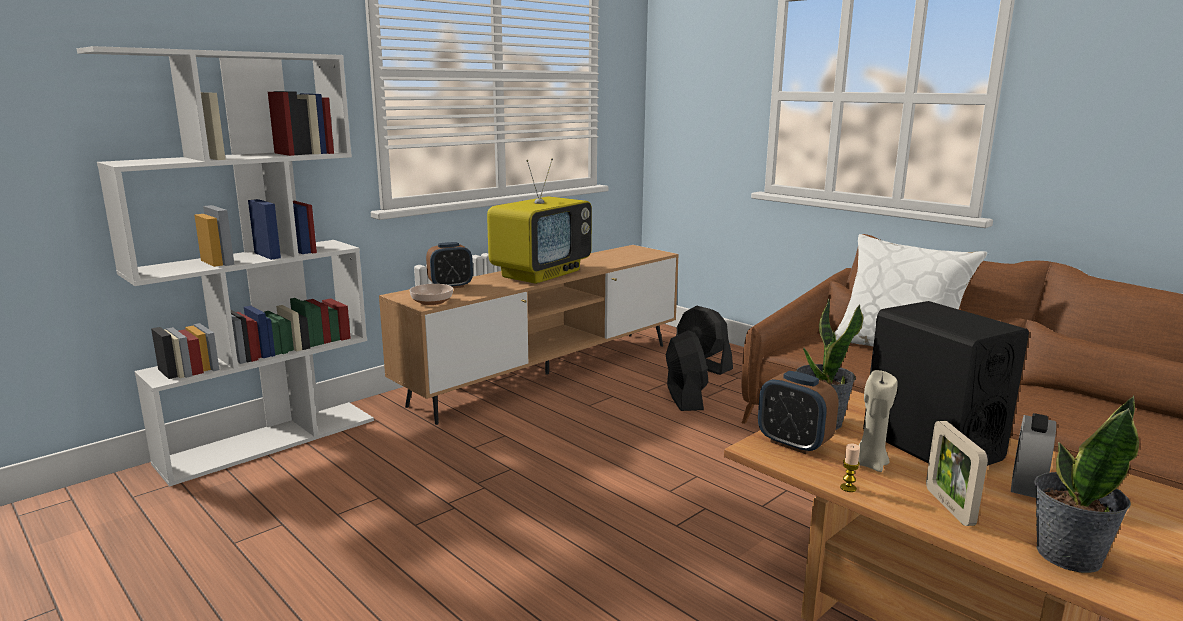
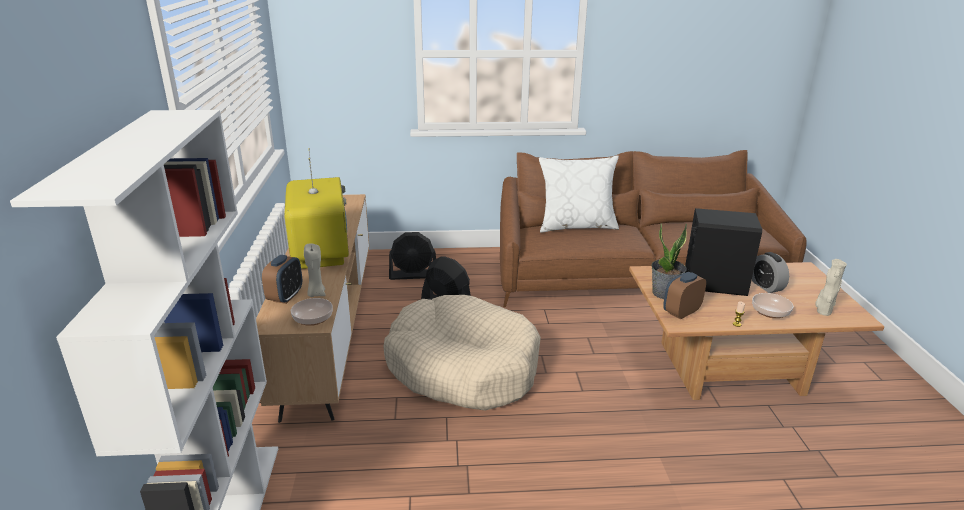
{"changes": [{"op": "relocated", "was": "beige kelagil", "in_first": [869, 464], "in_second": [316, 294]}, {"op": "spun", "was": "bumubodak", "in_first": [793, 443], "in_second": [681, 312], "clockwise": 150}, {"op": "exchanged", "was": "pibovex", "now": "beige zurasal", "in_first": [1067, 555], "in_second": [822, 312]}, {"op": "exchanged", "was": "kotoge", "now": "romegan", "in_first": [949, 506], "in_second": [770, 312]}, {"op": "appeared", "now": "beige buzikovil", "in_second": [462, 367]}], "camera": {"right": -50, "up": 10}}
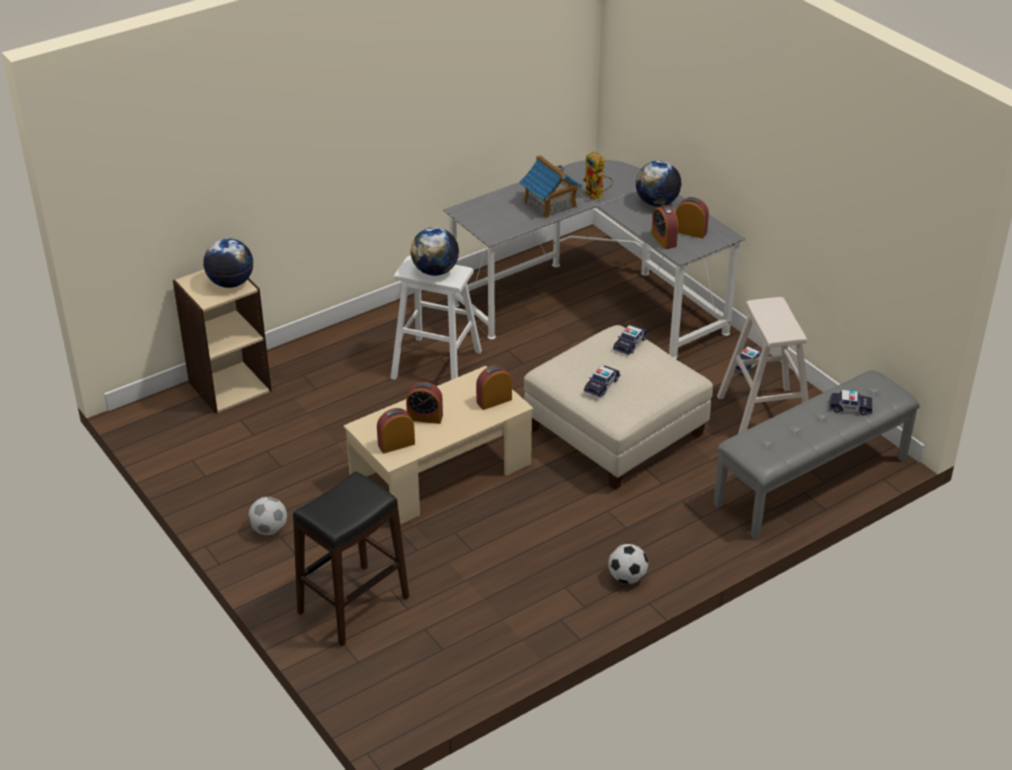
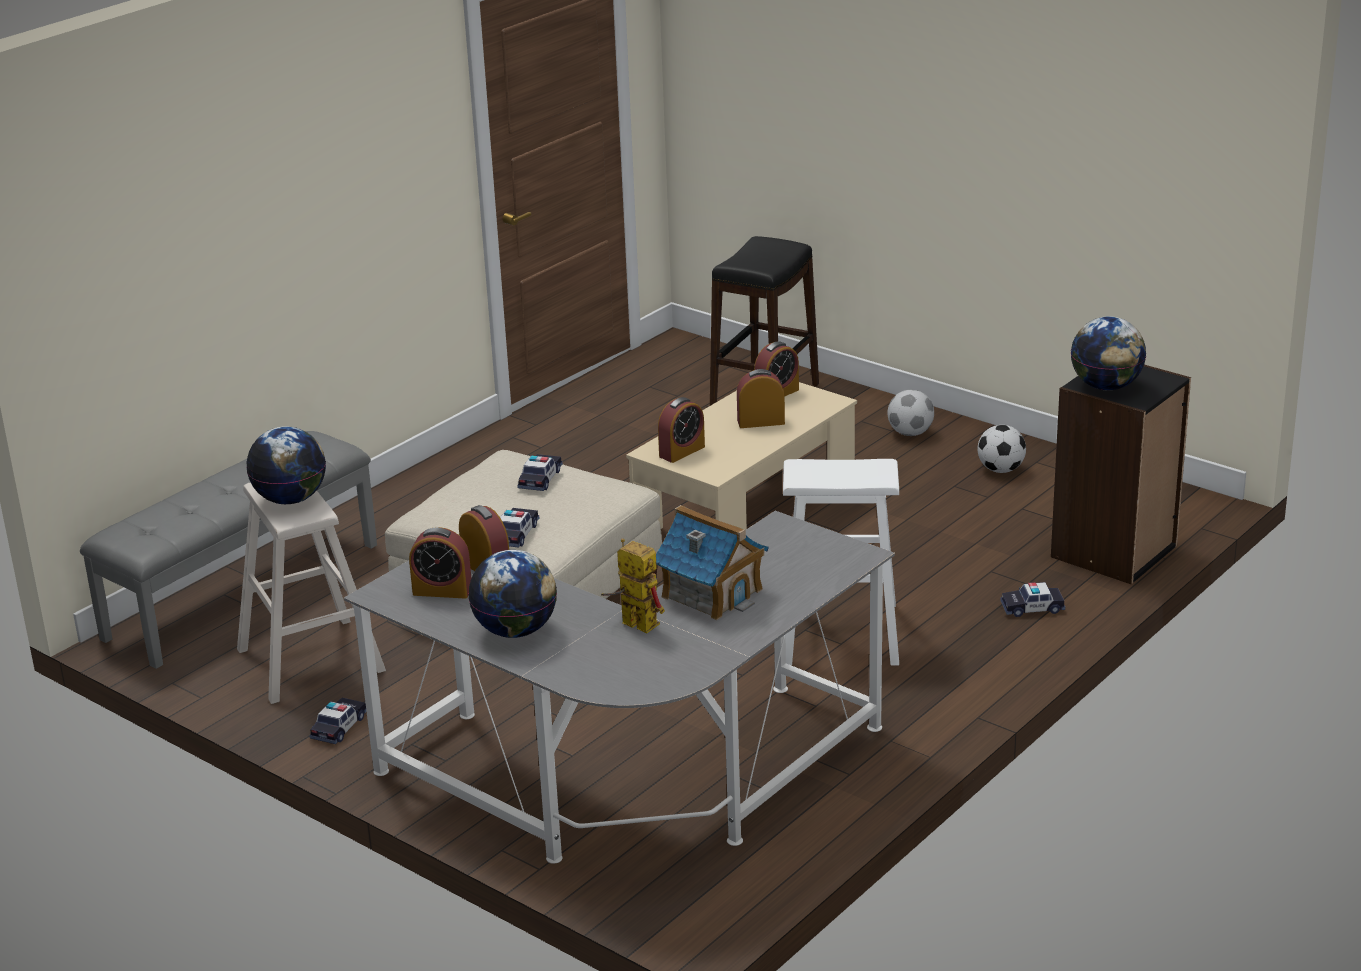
{"changes": [{"op": "relocated", "was": "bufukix", "in_first": [435, 271], "in_second": [291, 499]}, {"op": "colour", "was": "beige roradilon", "now": "black roradilon", "in_first": [229, 386], "in_second": [1115, 552]}, {"op": "relocated", "was": "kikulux", "in_first": [850, 407], "in_second": [1032, 608]}, {"op": "relocated", "was": "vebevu", "in_first": [627, 577], "in_second": [1001, 470]}], "camera": {"right": 165, "up": -10}}
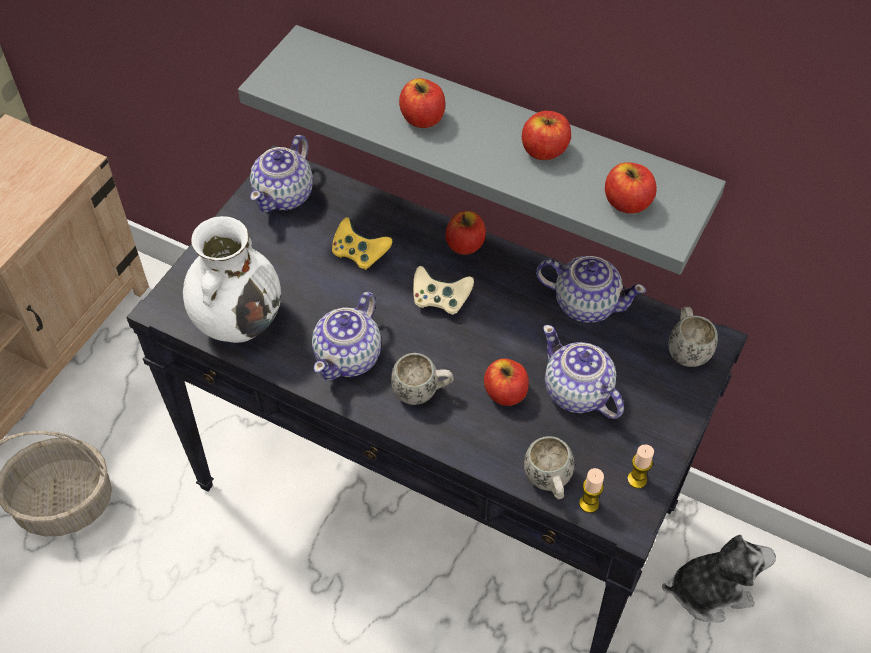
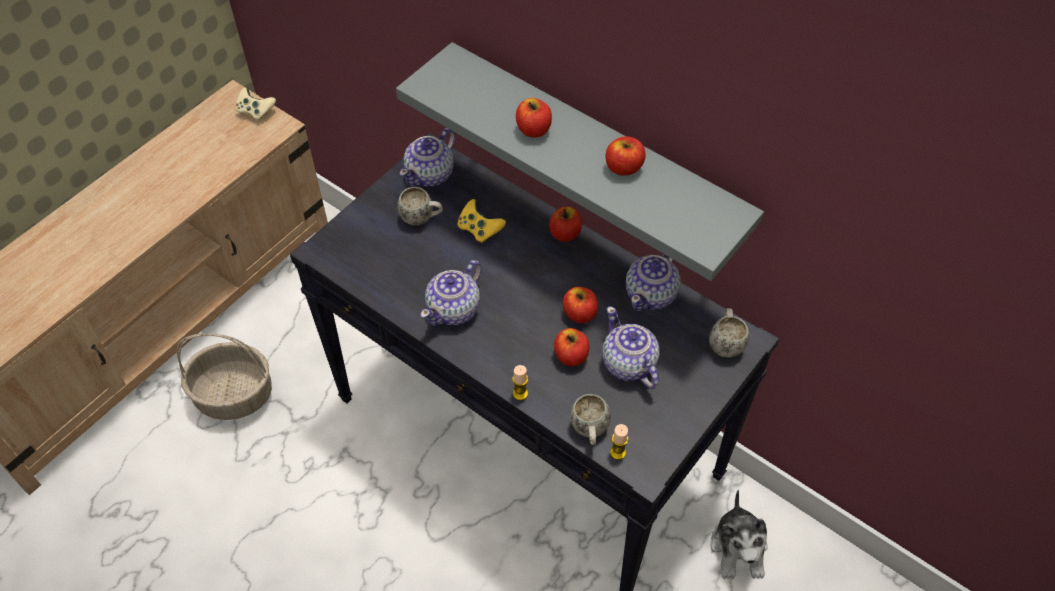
{"changes": [{"op": "relocated", "was": "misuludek", "in_first": [627, 202], "in_second": [580, 314]}, {"op": "missing", "was": "white zurasal", "in_first": [239, 320]}, {"op": "spun", "was": "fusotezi", "in_first": [585, 303], "in_second": [651, 294], "clockwise": 90}, {"op": "relocated", "was": "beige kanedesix", "in_first": [440, 300], "in_second": [255, 111]}, {"op": "relocated", "was": "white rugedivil", "in_first": [422, 392], "in_second": [422, 218]}, {"op": "relocated", "was": "kelagil", "in_first": [637, 479], "in_second": [520, 393]}, {"op": "spun", "was": "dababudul", "in_first": [709, 590], "in_second": [739, 548], "clockwise": 90}], "camera": {"right": 10, "up": 0}}
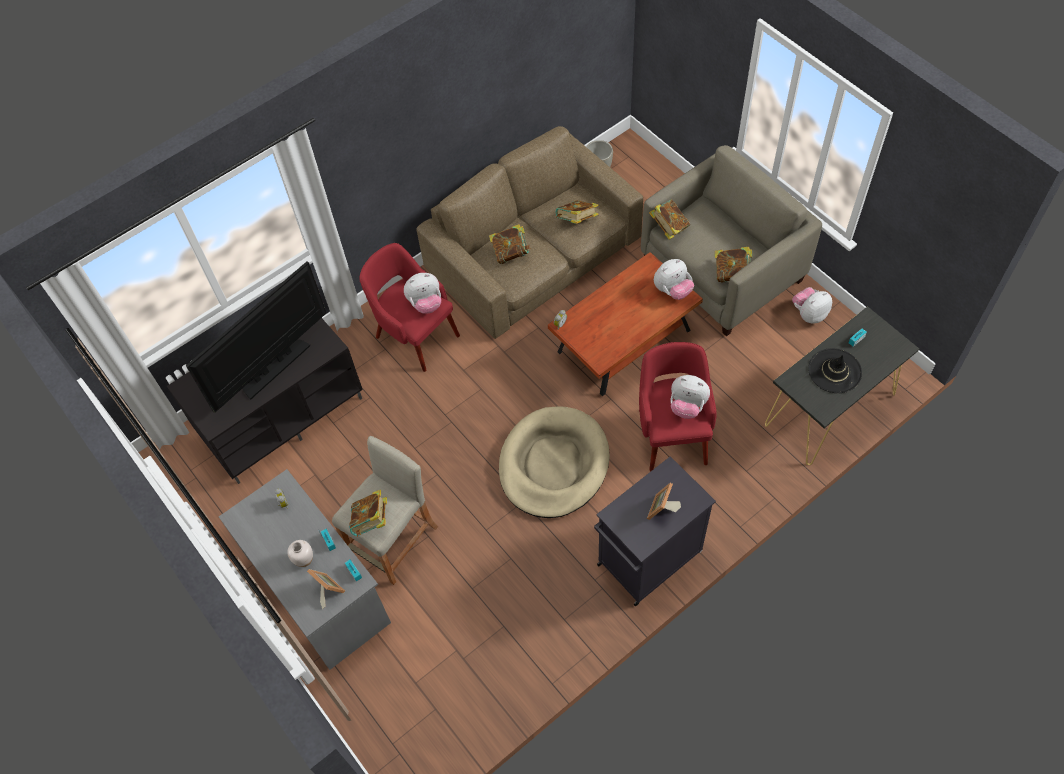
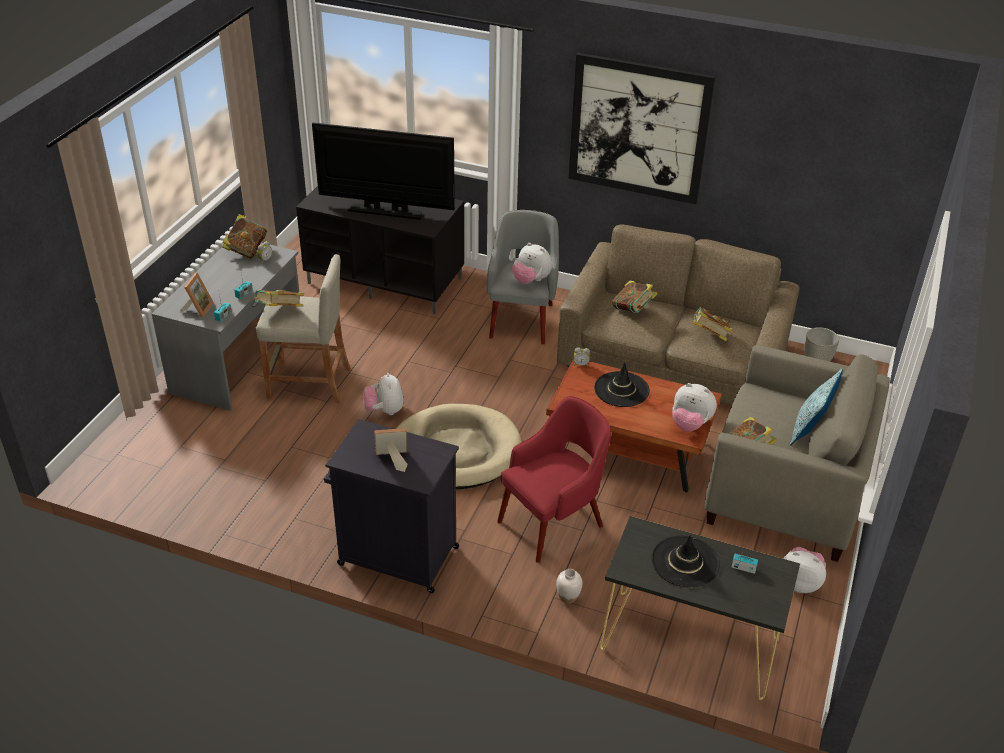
{"changes": [{"op": "relocated", "was": "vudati", "in_first": [668, 228], "in_second": [246, 250]}, {"op": "colour", "was": "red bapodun", "now": "grey bapodun", "in_first": [415, 335], "in_second": [522, 319]}, {"op": "relocated", "was": "dababudul", "in_first": [687, 406], "in_second": [384, 410]}, {"op": "relocated", "was": "white zurasal", "in_first": [304, 560], "in_second": [568, 597]}, {"op": "appeared", "now": "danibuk", "in_second": [638, 128]}, {"op": "appeared", "now": "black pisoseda", "in_second": [621, 389]}, {"op": "appeared", "now": "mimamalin", "in_second": [809, 429]}], "camera": {"right": 55, "up": -20}}
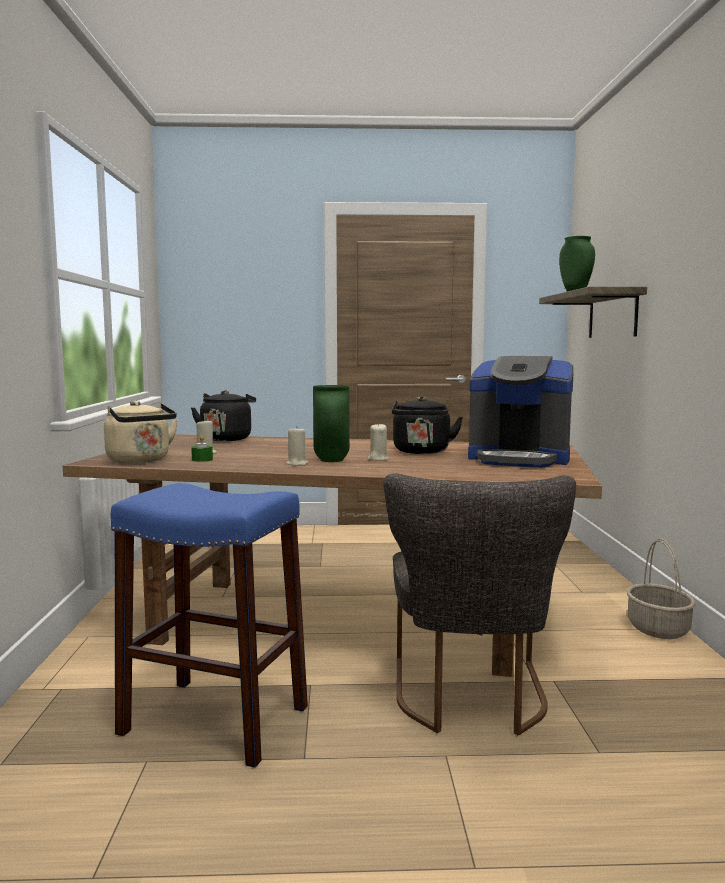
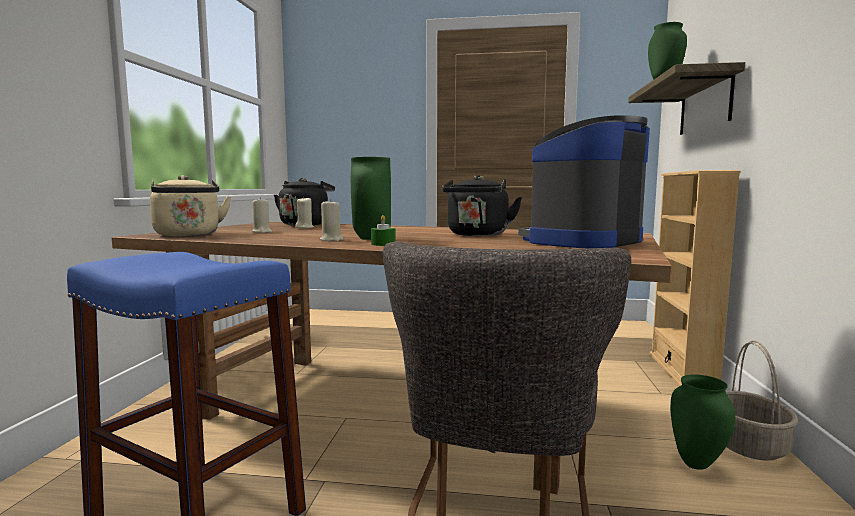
{"changes": [{"op": "spun", "was": "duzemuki", "in_first": [519, 459], "in_second": [580, 241], "clockwise": 105}, {"op": "relocated", "was": "beige kelagil", "in_first": [378, 459], "in_second": [304, 227]}, {"op": "relocated", "was": "green kelagil", "in_first": [202, 460], "in_second": [383, 244]}, {"op": "appeared", "now": "beige roradilon", "in_second": [682, 371]}, {"op": "appeared", "now": "green zurasal", "in_second": [698, 464]}], "camera": {"right": 10, "up": 0}}
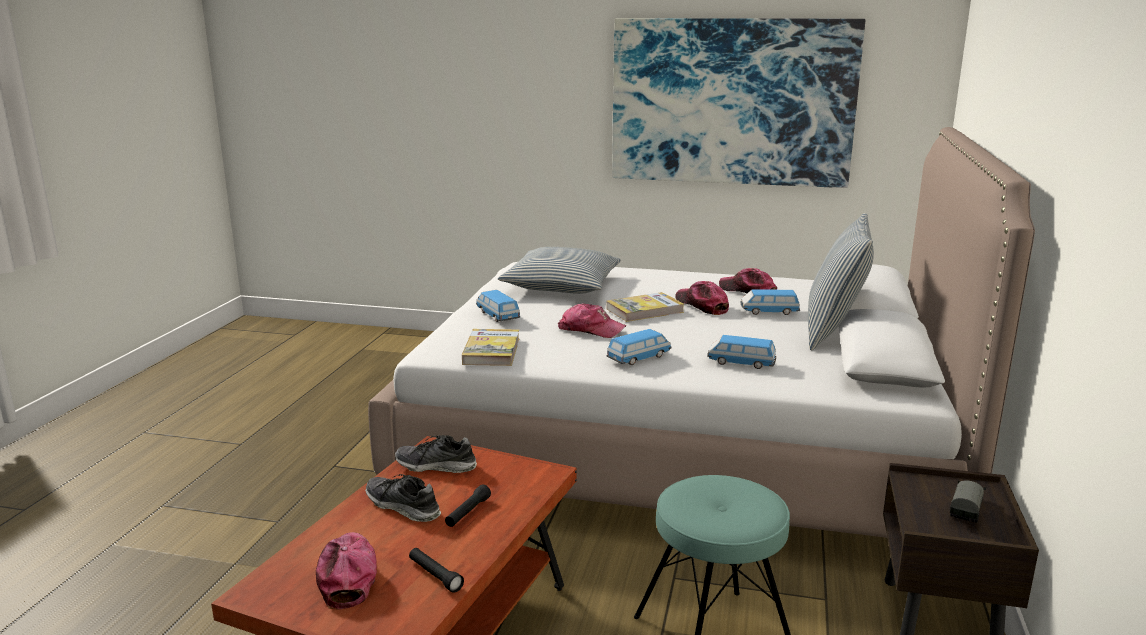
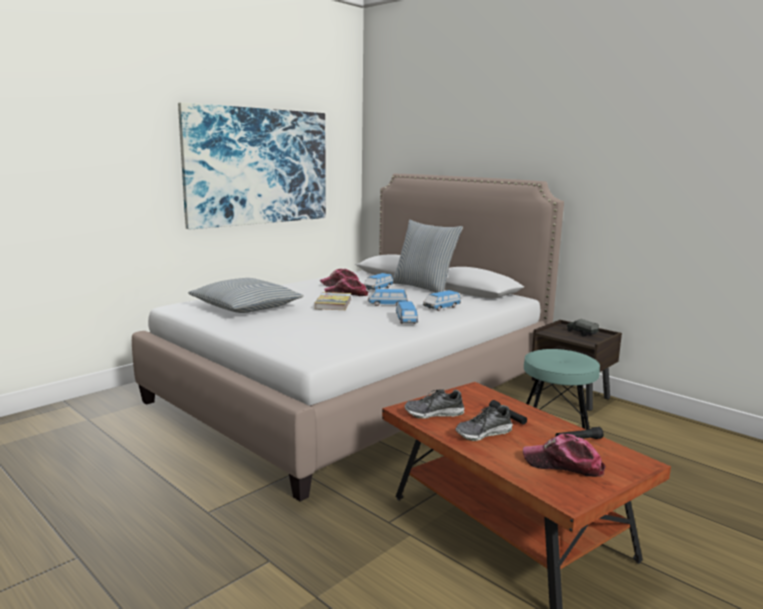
{"changes": [{"op": "relocated", "was": "kikulux", "in_first": [497, 315], "in_second": [387, 304]}, {"op": "missing", "was": "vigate", "in_first": [591, 330]}, {"op": "missing", "was": "vudati", "in_first": [491, 351]}, {"op": "spun", "was": "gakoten", "in_first": [436, 466], "in_second": [434, 414], "clockwise": 45}], "camera": {"right": -60, "up": -5}}
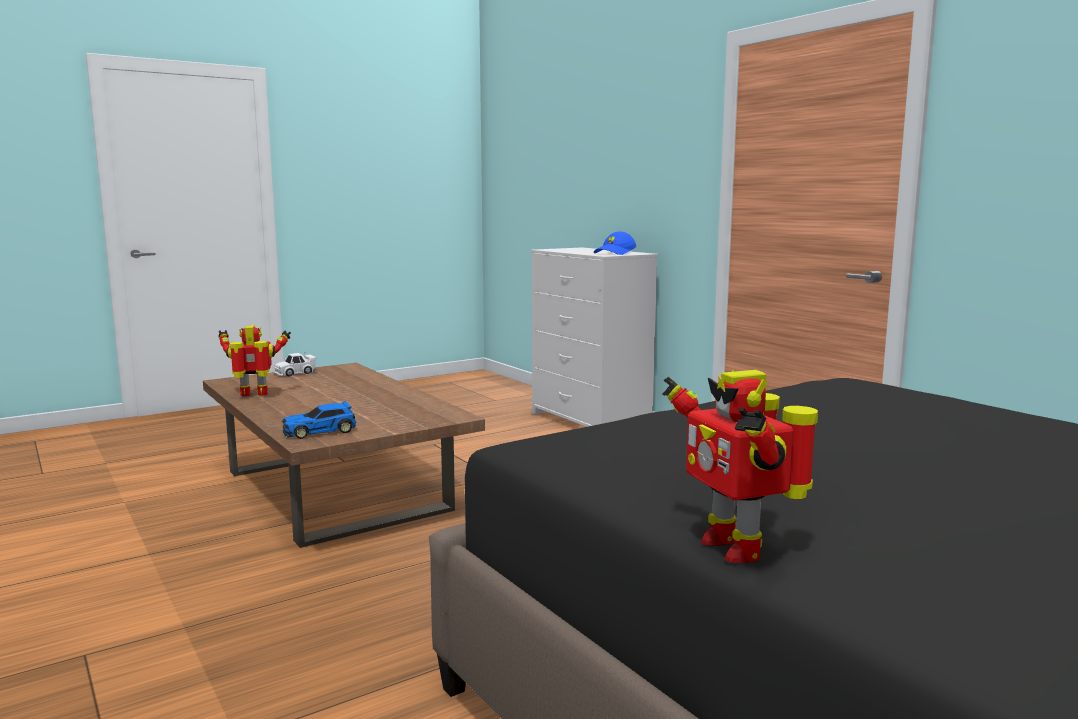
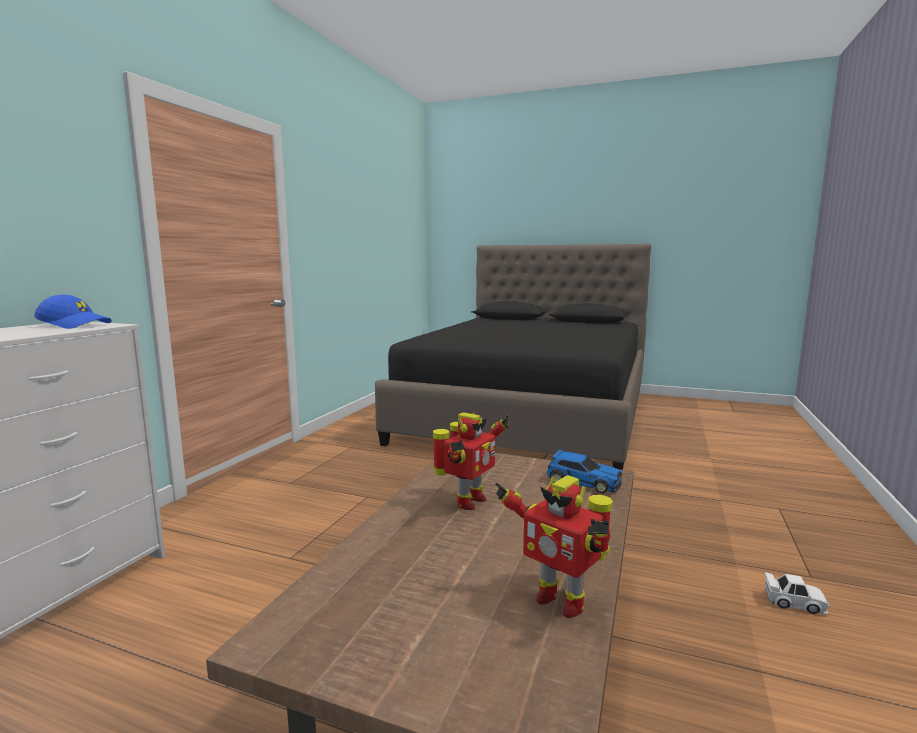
{"changes": [{"op": "relocated", "was": "white kikulux", "in_first": [295, 373], "in_second": [794, 603]}, {"op": "relocated", "was": "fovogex", "in_first": [734, 547], "in_second": [468, 502]}], "camera": {"right": -125, "up": 0}}
